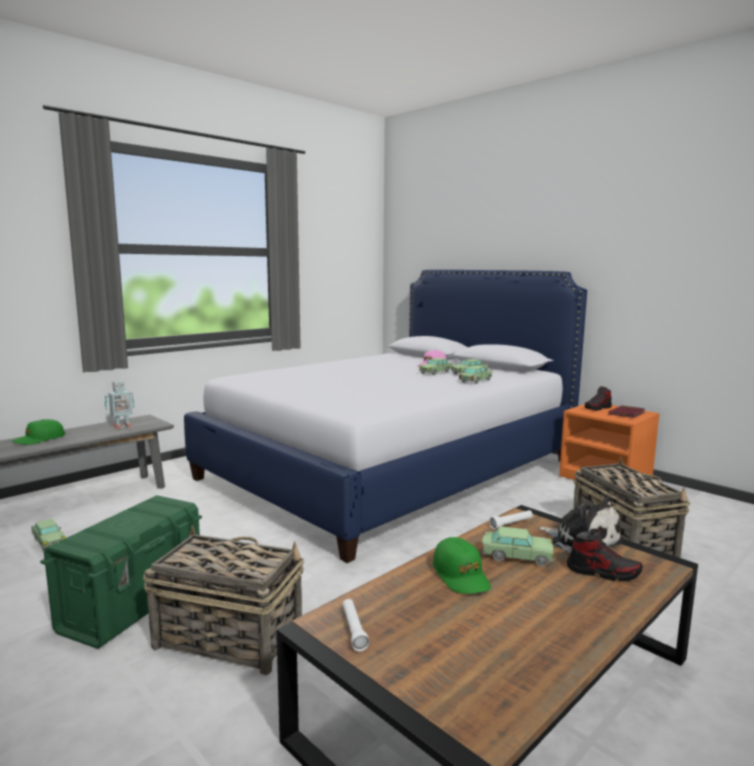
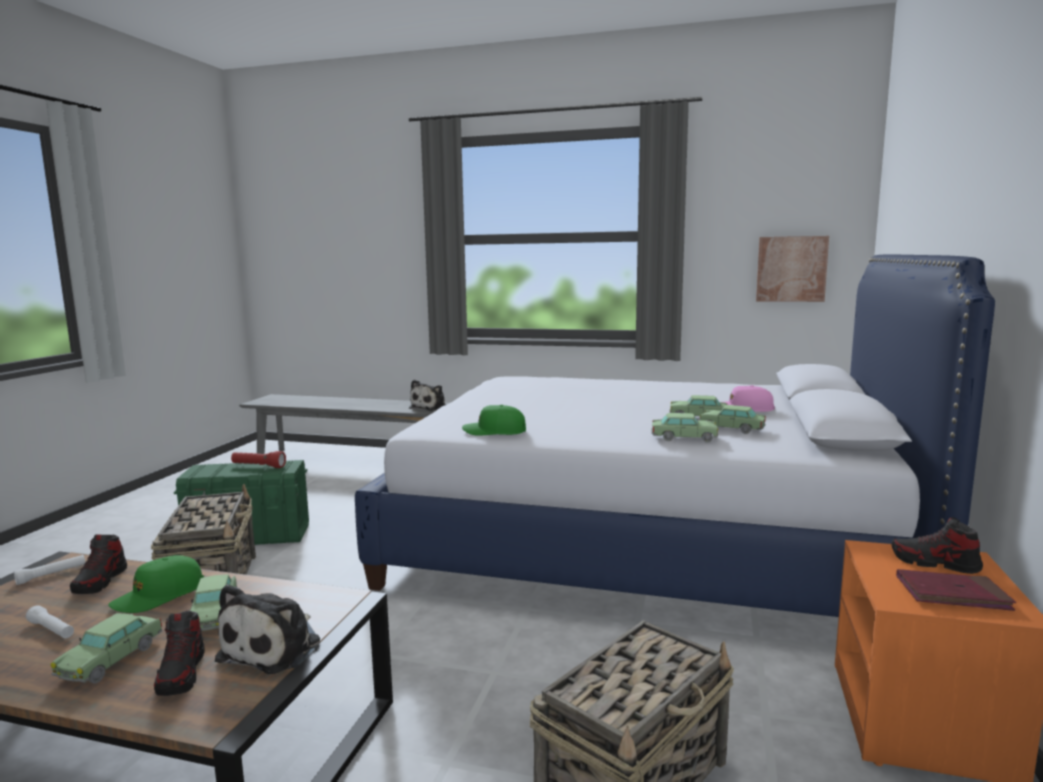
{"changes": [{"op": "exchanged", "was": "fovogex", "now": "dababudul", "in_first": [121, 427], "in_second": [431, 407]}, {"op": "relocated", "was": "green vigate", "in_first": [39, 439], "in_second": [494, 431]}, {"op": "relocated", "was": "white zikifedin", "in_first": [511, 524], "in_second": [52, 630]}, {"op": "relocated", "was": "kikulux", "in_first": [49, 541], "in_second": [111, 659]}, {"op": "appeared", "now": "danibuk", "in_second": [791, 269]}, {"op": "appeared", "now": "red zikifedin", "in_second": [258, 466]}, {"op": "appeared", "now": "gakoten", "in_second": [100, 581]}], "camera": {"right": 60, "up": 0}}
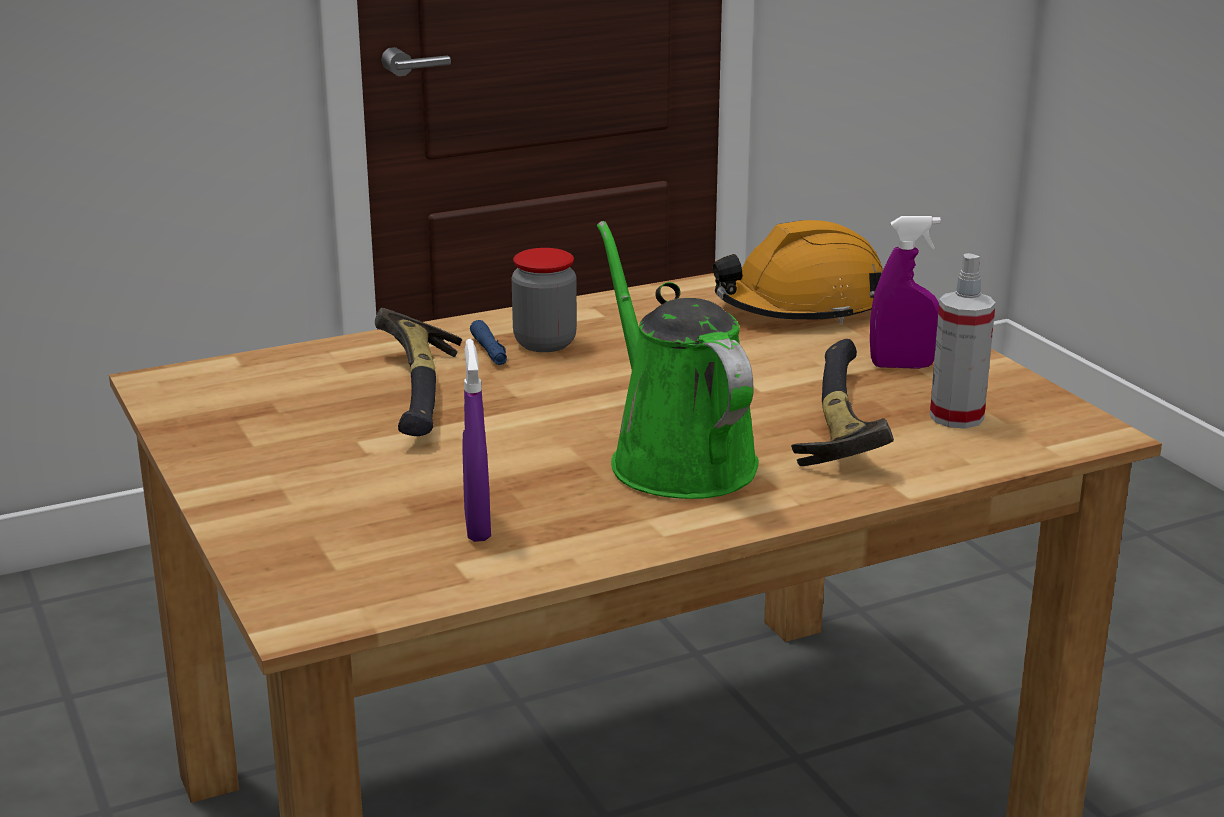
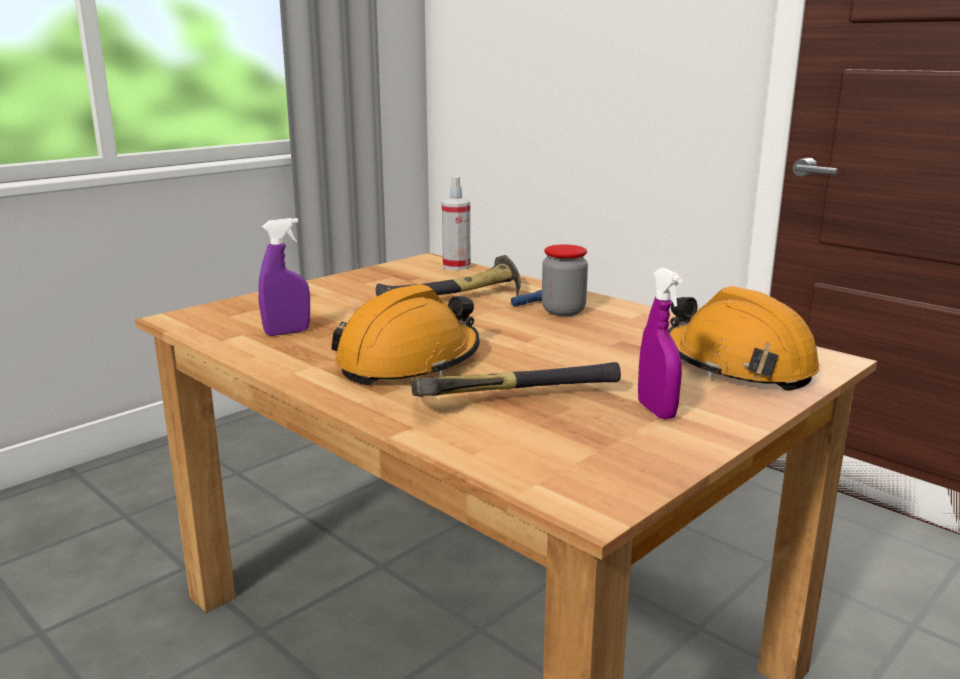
{"changes": [{"op": "exchanged", "was": "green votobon", "now": "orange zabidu", "in_first": [676, 459], "in_second": [409, 362]}, {"op": "relocated", "was": "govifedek", "in_first": [956, 417], "in_second": [456, 266]}], "camera": {"right": 70, "up": -5}}
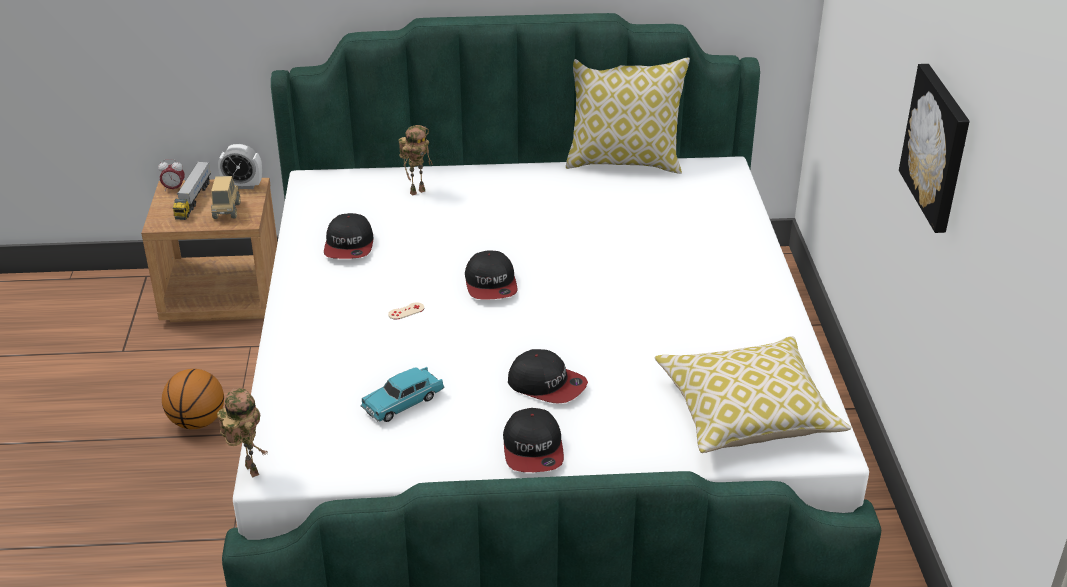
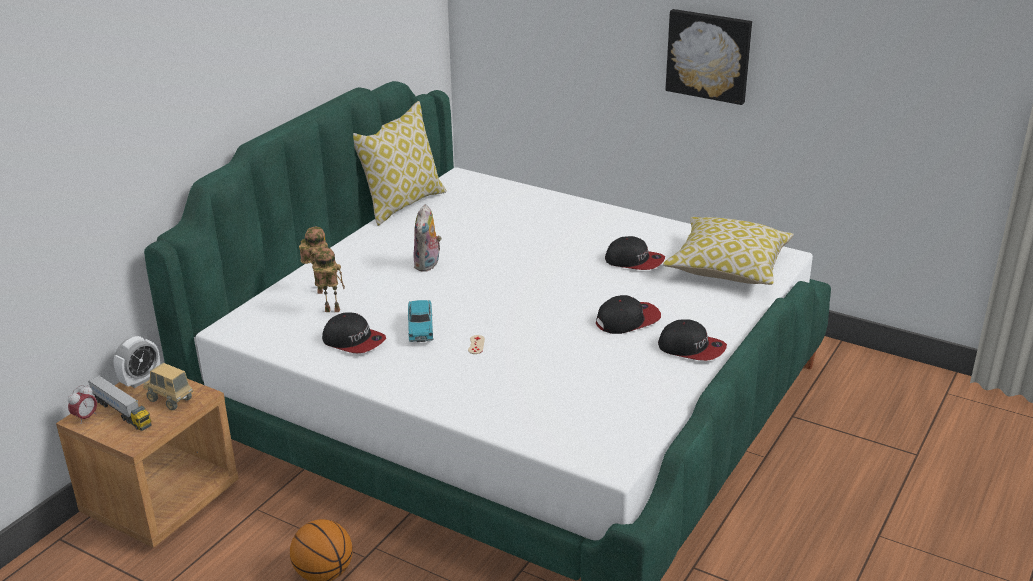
{"changes": [{"op": "relocated", "was": "vigate", "in_first": [491, 284], "in_second": [634, 261]}, {"op": "relocated", "was": "turquoise kikulux", "in_first": [403, 403], "in_second": [420, 329]}, {"op": "relocated", "was": "fovogex", "in_first": [248, 470], "in_second": [330, 311]}, {"op": "appeared", "now": "dababudul", "in_second": [428, 265]}], "camera": {"right": -55, "up": -5}}
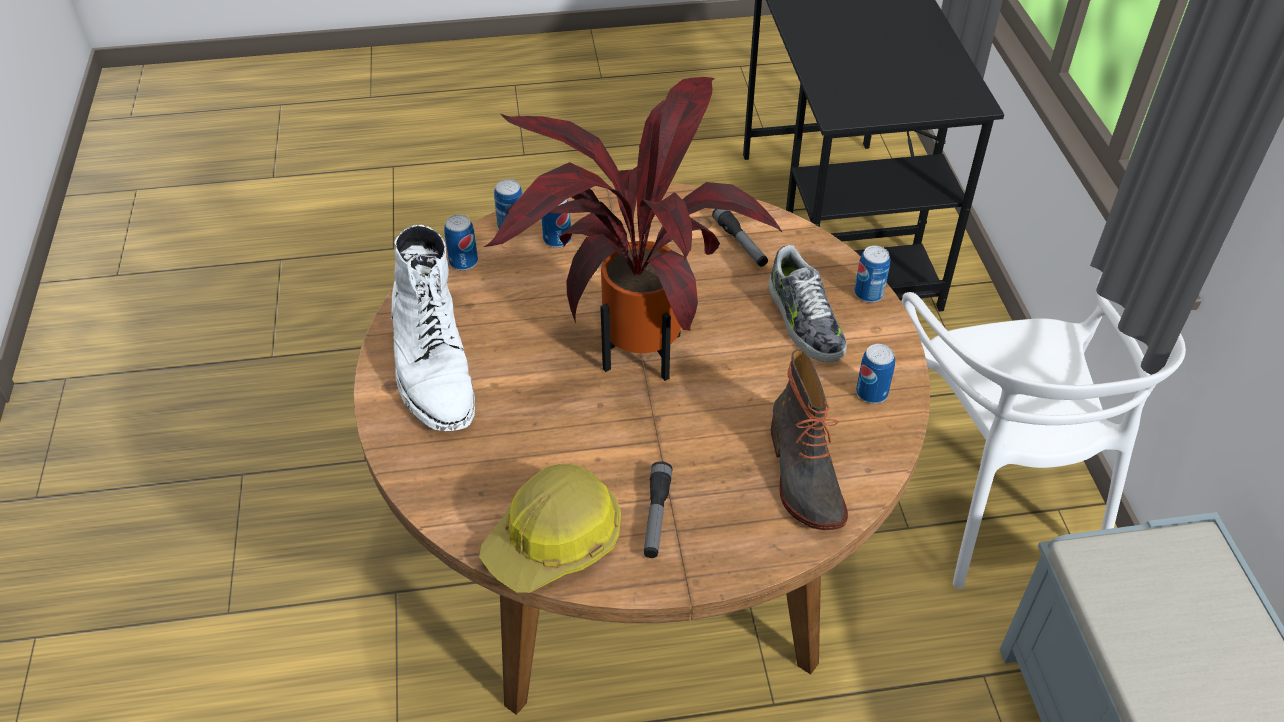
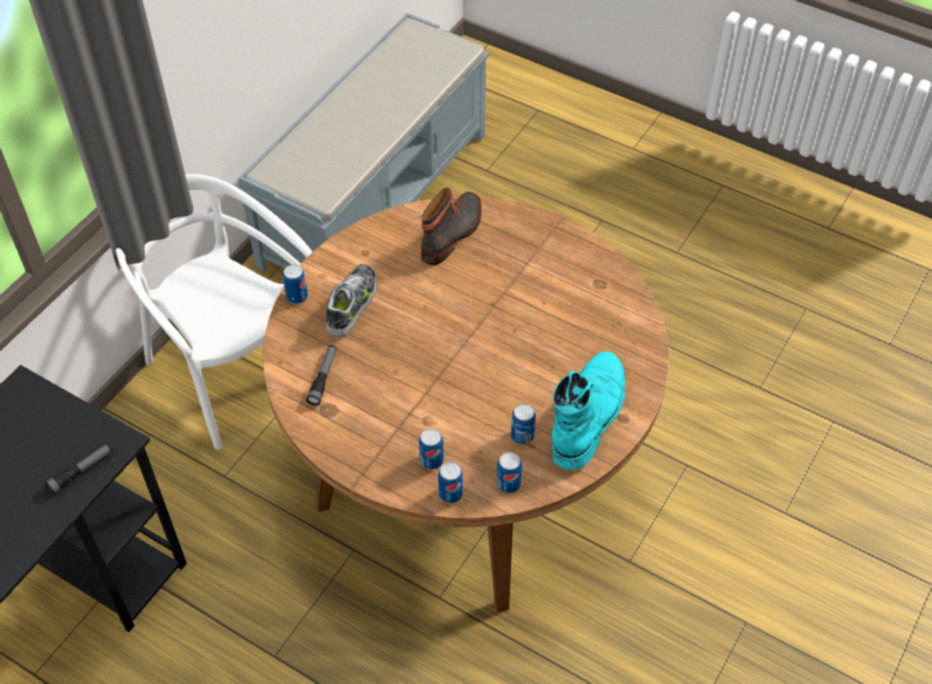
{"changes": [{"op": "missing", "was": "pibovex", "in_first": [634, 347]}, {"op": "colour", "was": "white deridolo", "now": "turquoise deridolo", "in_first": [433, 366], "in_second": [588, 414]}, {"op": "spun", "was": "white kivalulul", "in_first": [992, 496], "in_second": [233, 371], "clockwise": -75}, {"op": "relocated", "was": "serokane", "in_first": [871, 393], "in_second": [522, 436]}, {"op": "relocated", "was": "zikifedin", "in_first": [656, 516], "in_second": [81, 471]}, {"op": "missing", "was": "zabidu", "in_first": [555, 540]}], "camera": {"right": -140, "up": 5}}
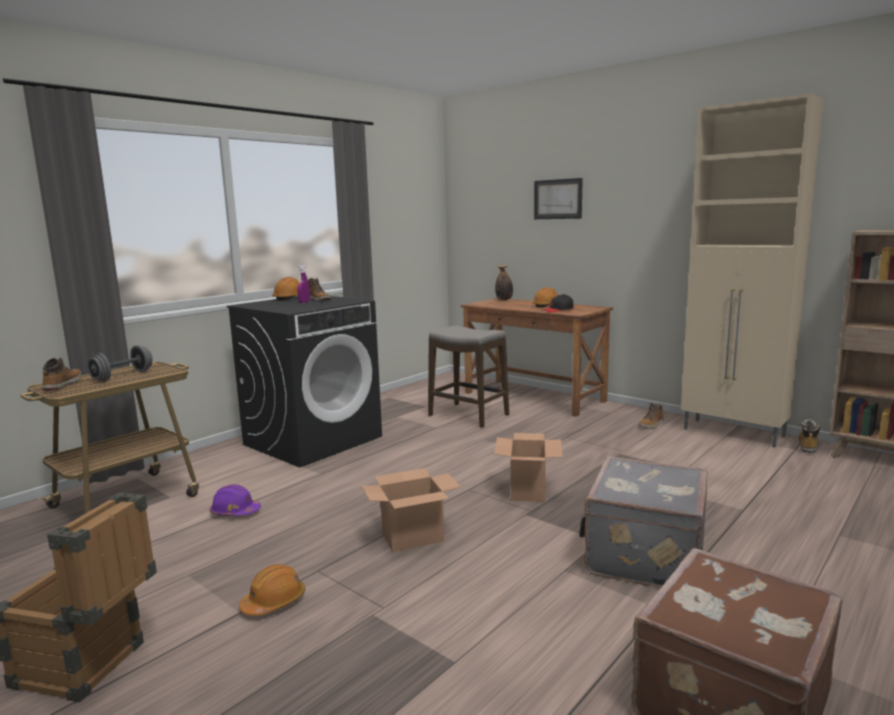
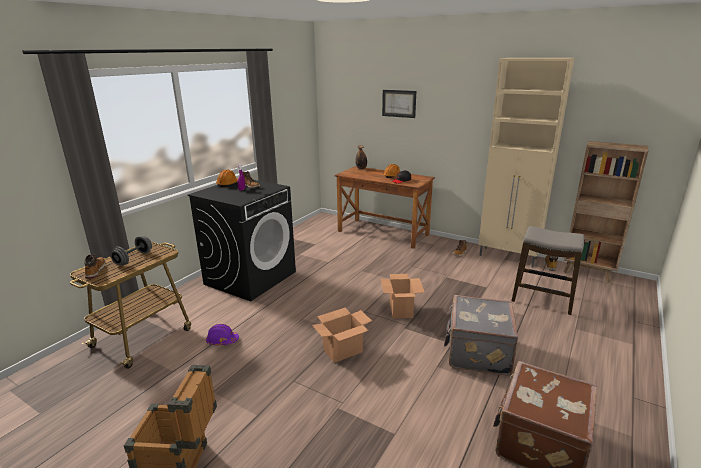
{"changes": [{"op": "relocated", "was": "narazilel", "in_first": [468, 415], "in_second": [542, 299]}, {"op": "missing", "was": "orange zabidu", "in_first": [274, 602]}], "camera": {"right": -10, "up": 10}}
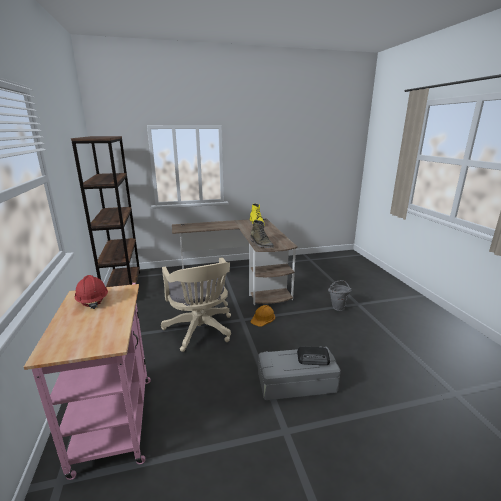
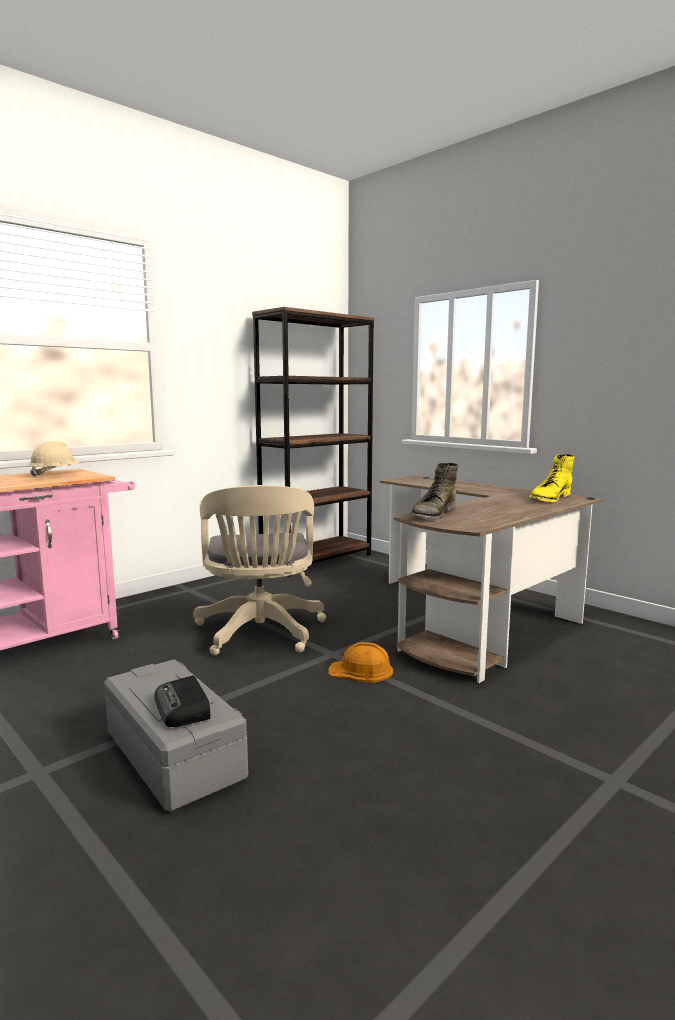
{"changes": [{"op": "spun", "was": "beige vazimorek", "in_first": [200, 331], "in_second": [260, 634], "clockwise": -45}, {"op": "colour", "was": "red zabidu", "now": "beige zabidu", "in_first": [92, 301], "in_second": [55, 474]}, {"op": "missing", "was": "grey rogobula", "in_first": [338, 307]}], "camera": {"right": 60, "up": -10}}
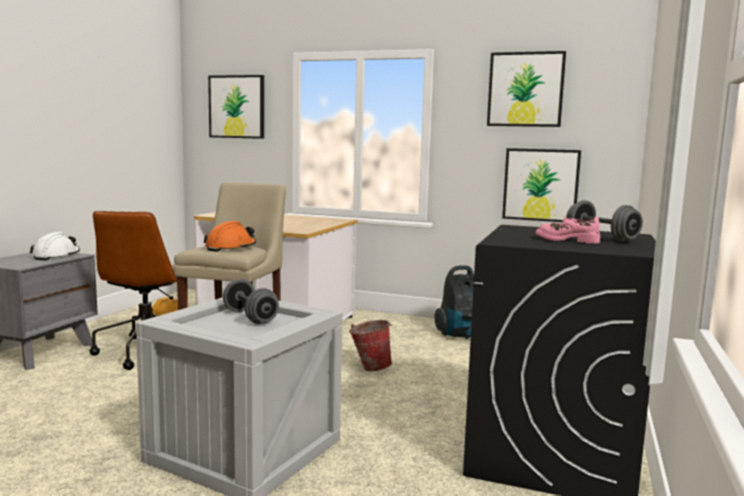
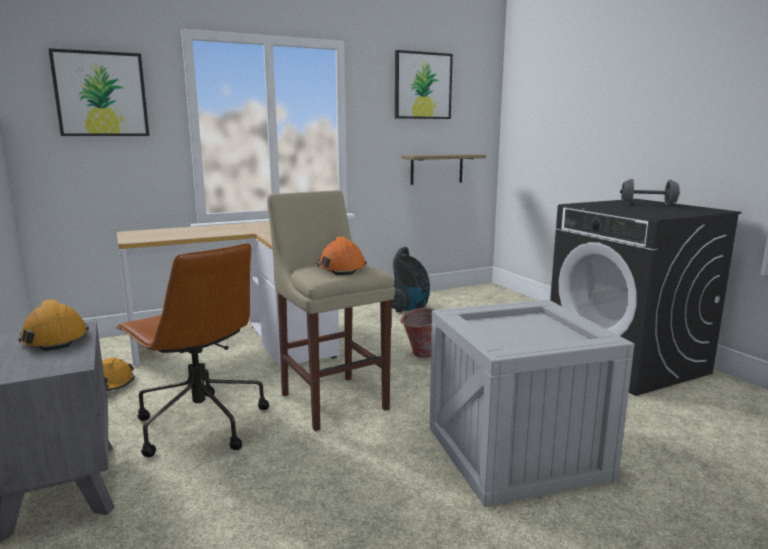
{"changes": [{"op": "exchanged", "was": "danibuk", "now": "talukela", "in_first": [540, 185], "in_second": [436, 169]}, {"op": "missing", "was": "pink gakoten", "in_first": [567, 240]}, {"op": "colour", "was": "white zabidu", "now": "orange zabidu", "in_first": [56, 256], "in_second": [55, 338]}, {"op": "missing", "was": "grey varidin", "in_first": [250, 317]}], "camera": {"right": -45, "up": 5}}
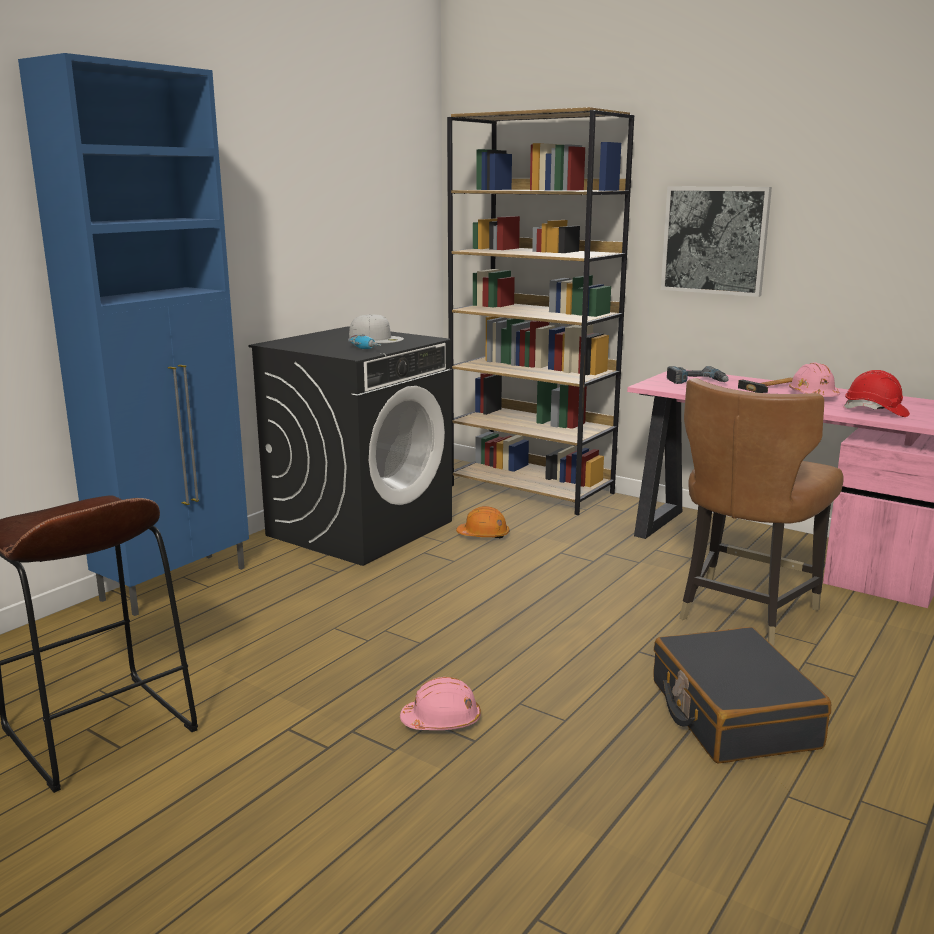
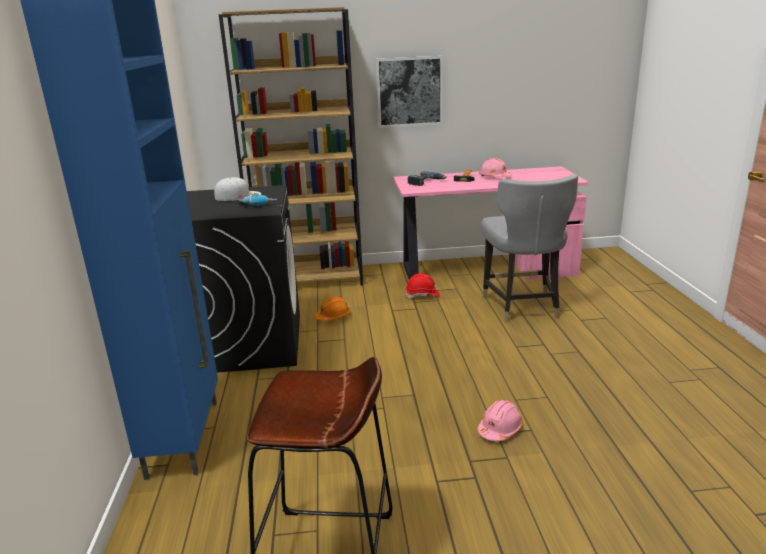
{"changes": [{"op": "relocated", "was": "red zabidu", "in_first": [875, 411], "in_second": [422, 295]}, {"op": "colour", "was": "brown kivalulul", "now": "grey kivalulul", "in_first": [744, 611], "in_second": [522, 306]}, {"op": "missing", "was": "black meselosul", "in_first": [732, 714]}], "camera": {"right": -40, "up": 5}}
